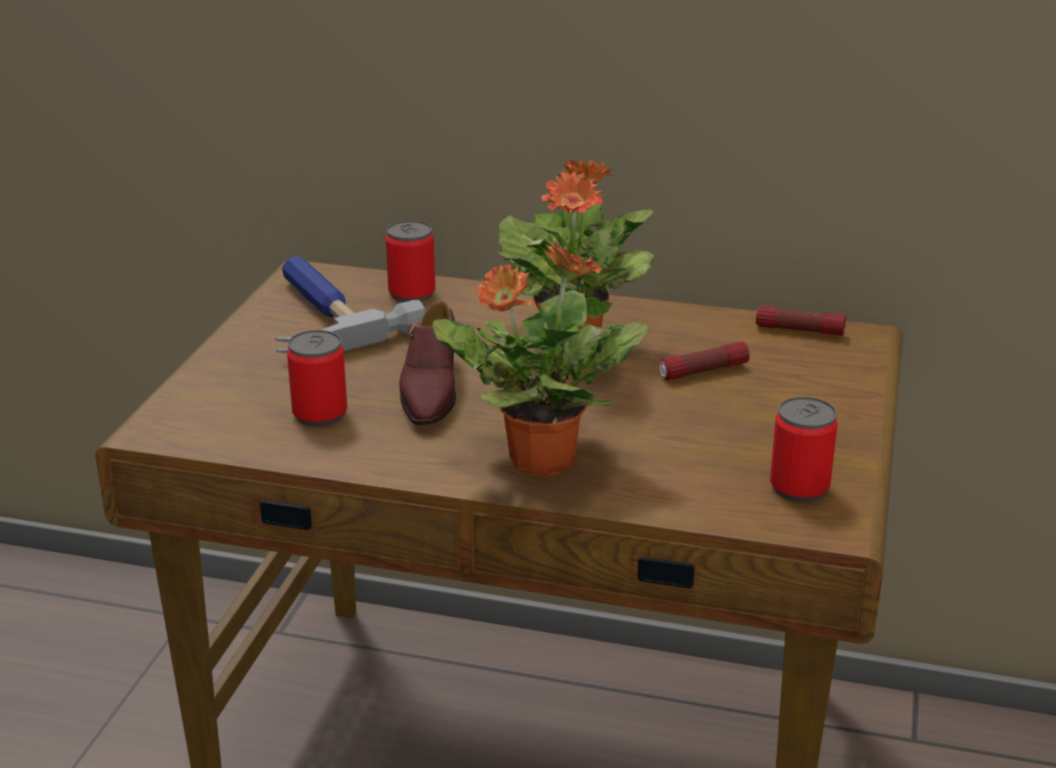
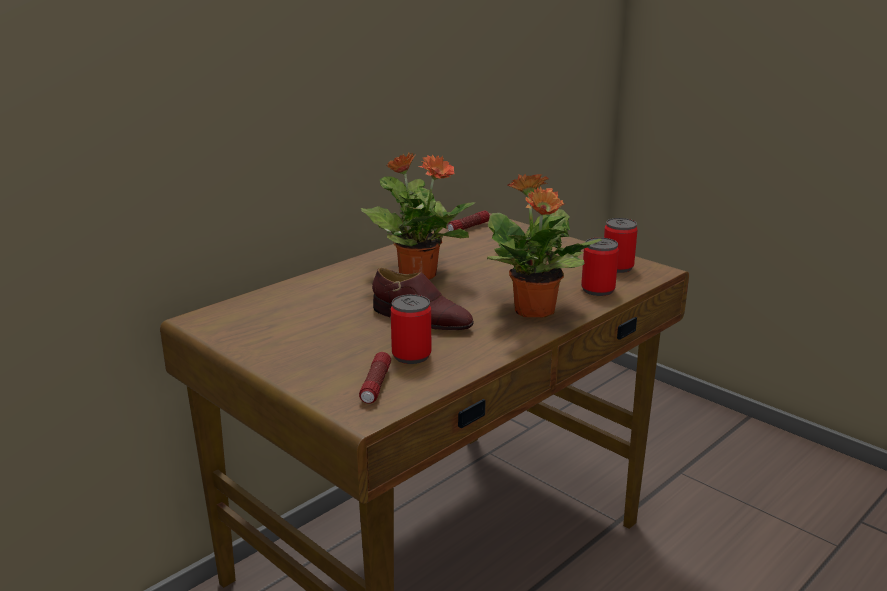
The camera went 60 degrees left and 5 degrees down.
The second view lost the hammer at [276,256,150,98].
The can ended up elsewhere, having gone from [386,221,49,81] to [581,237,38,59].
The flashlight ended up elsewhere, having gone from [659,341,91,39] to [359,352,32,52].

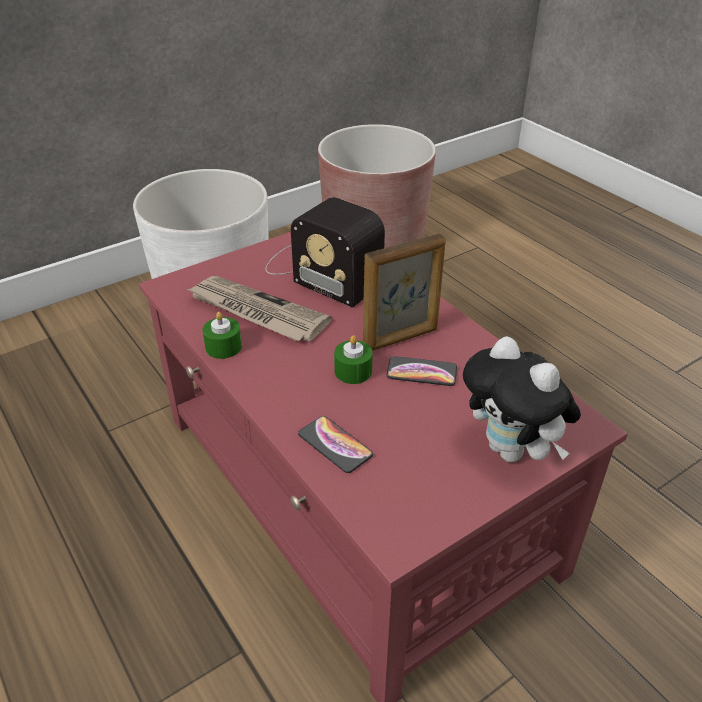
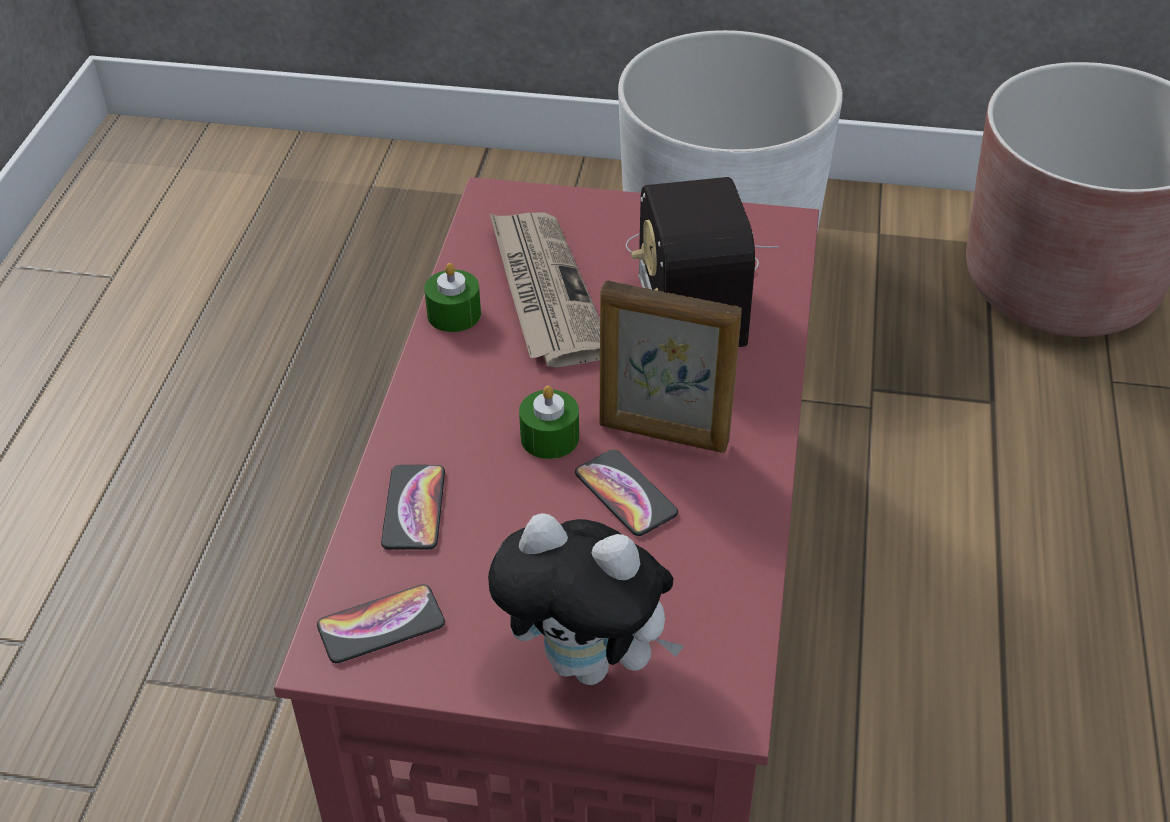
The camera went 45 degrees right and 5 degrees up.
The second view gained the phone at [317,584,128,79].
The plush toy at [463,336,118,126] ended up facing another way, 75 degrees counterclockwise from before.

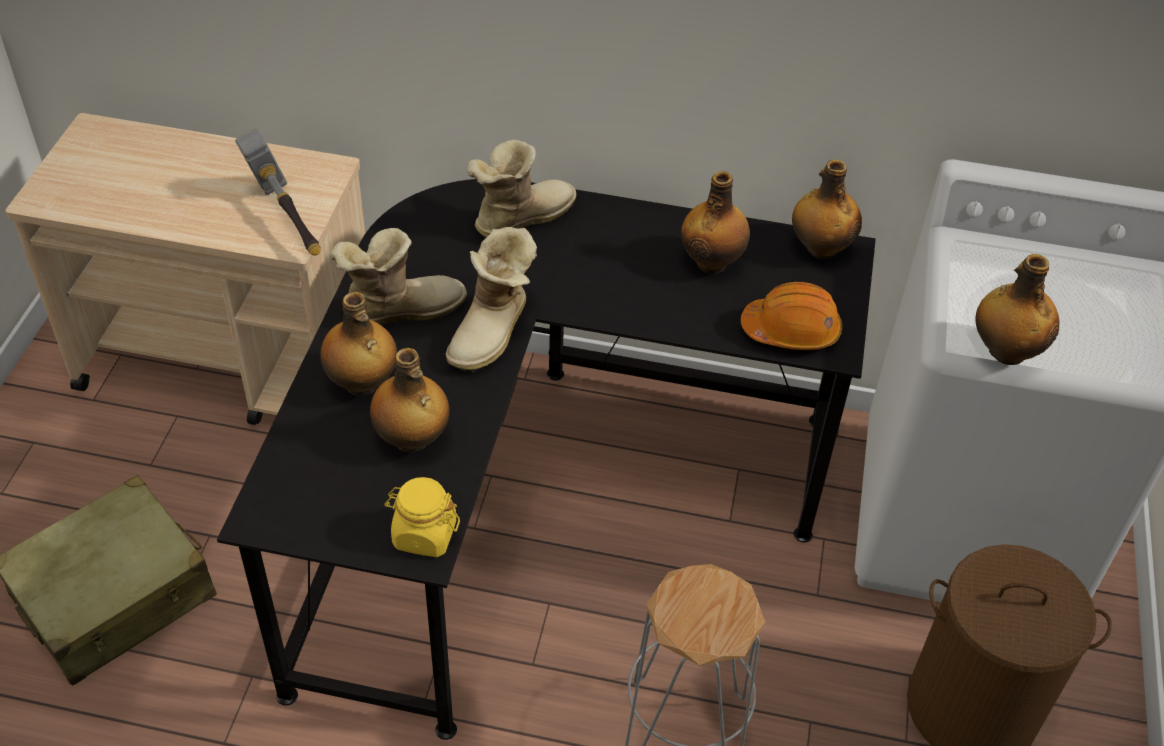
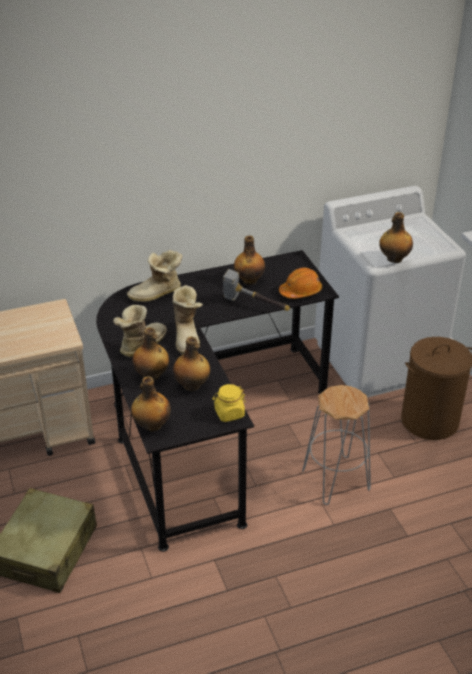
The camera went 30 degrees left and 10 degrees down.
The hammer ended up elsewhere, having gone from [235,129,86,127] to [223,269,67,42].
The bottle ended up elsewhere, having gone from [792,159,70,100] to [131,377,40,55].
The boot at [467,140,110,97] ended up facing another way, 135 degrees counterclockwise from before.

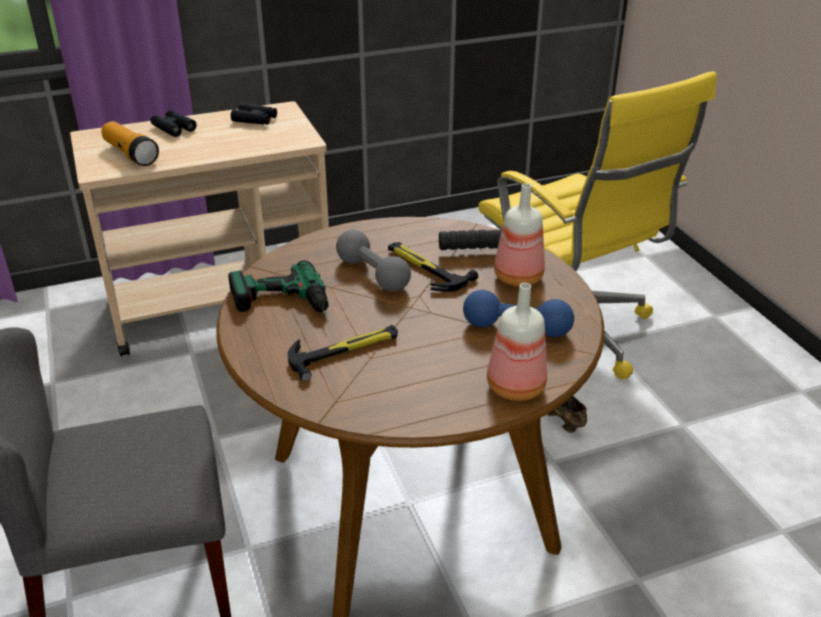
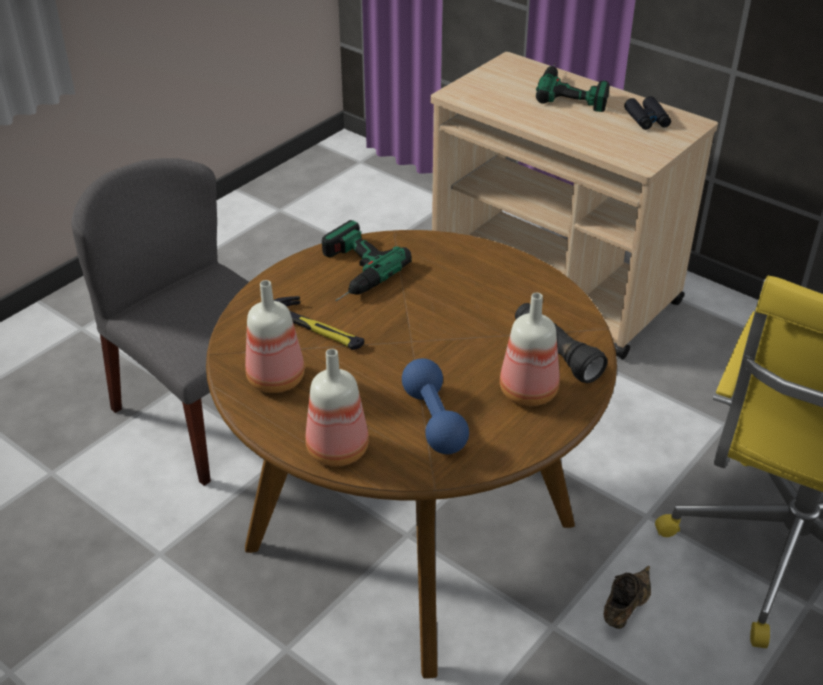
The camera went 60 degrees right and 5 degrees up.
The second view lost the flashlight at [101,121,58,45].
The second view lost the grey dumbbell at [336,230,75,62].
The second view lost the hammer at [388,242,90,50].
The second view gained the bottle at [245,280,60,113].
Where the black binoculars stood at [151,110,46,27], the power drill came to stand at [536,62,74,50].

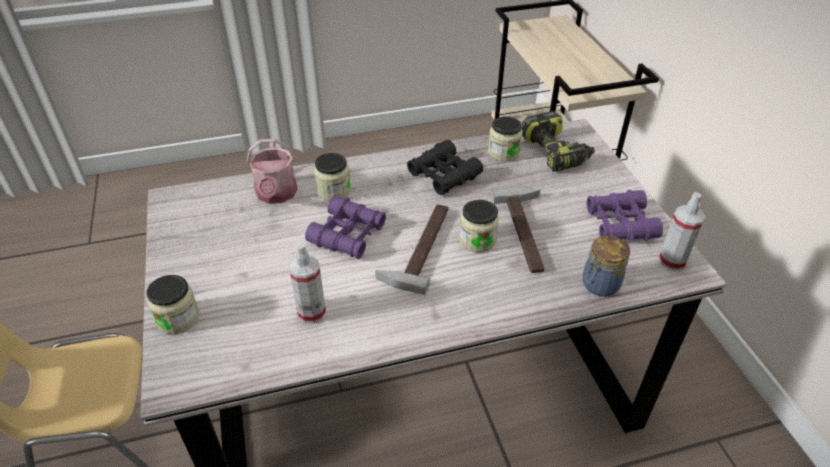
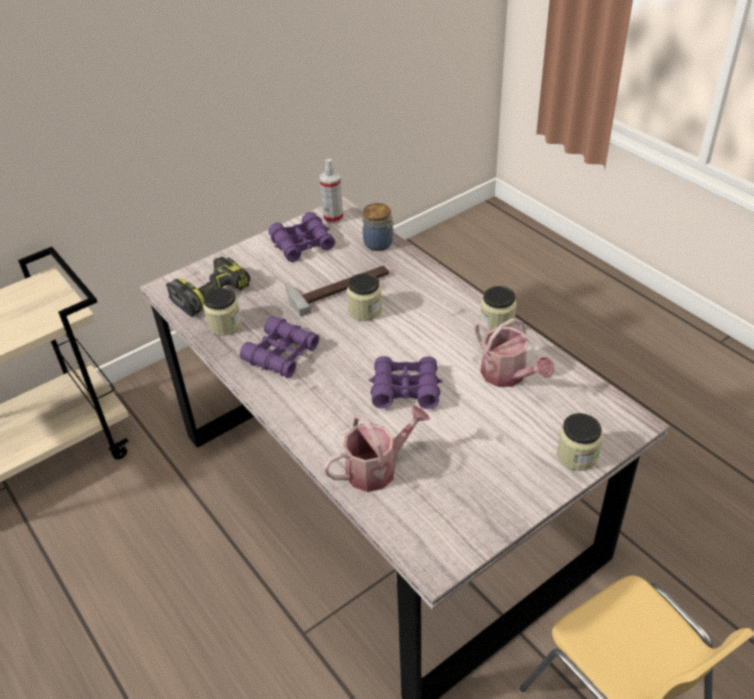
The camera went 110 degrees left and 0 degrees up.
The second view lost the hammer at [375,204,73,91].
The jar ended up elsewhere, having gone from [314,153,37,48] to [480,286,37,46].
Where the spray bottle stood at [289,242,37,81], the watering can came to stand at [475,318,79,69].
What was the black binoculars at [407,140,76,55] turned into the purple binoculars at [240,316,79,62].

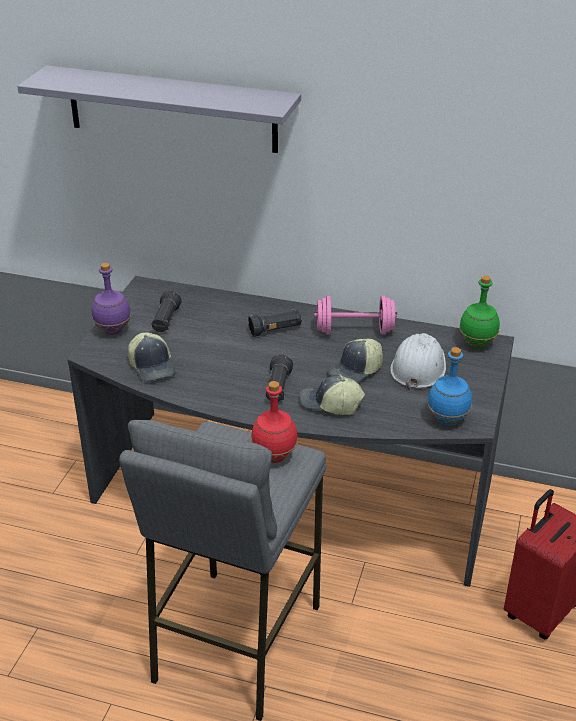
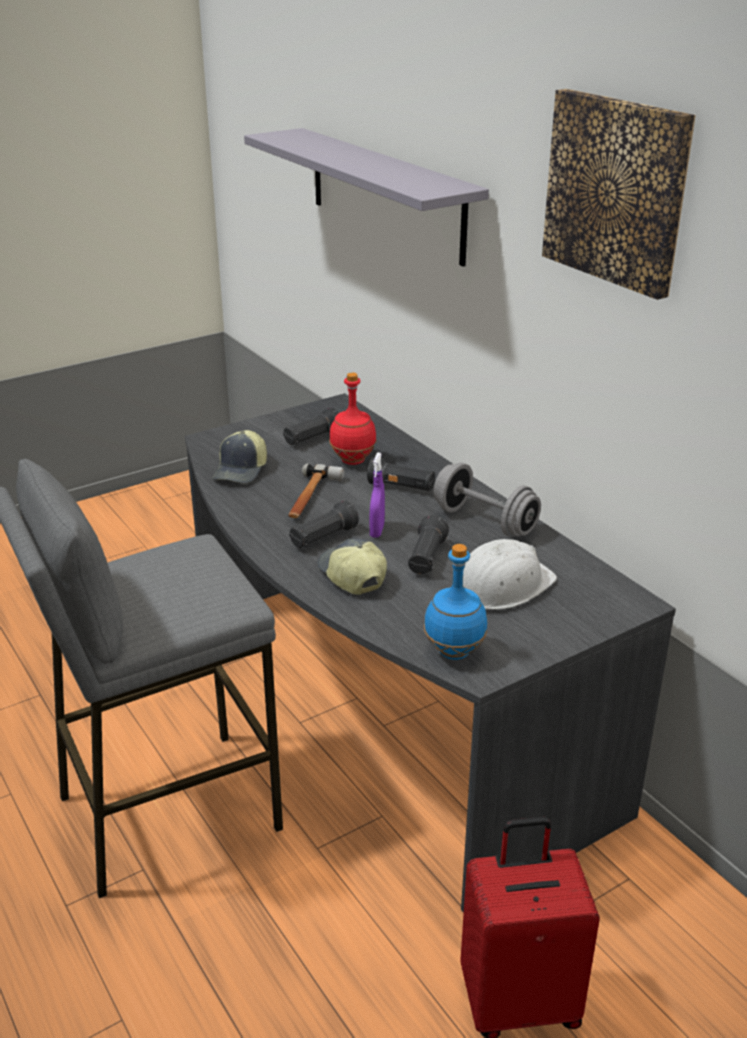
The camera went 40 degrees right and 5 degrees down.
The second view lost the purple bottle at [91,263,40,72].
The second view lost the green bottle at [459,276,41,73].
The second view gained the hammer at [288,463,56,55].
The second view gained the purple spray bottle at [370,452,15,86].
The second view gained the picture at [542,89,154,211].
The red bottle ended up elsewhere, having gone from [251,381,47,82] to [329,372,48,93].
Where the cap stood at [327,338,56,45], the black flashlight came to stand at [408,515,41,59].
What was the pink dumbbell at [314,296,83,38] turned into the grey dumbbell at [434,463,107,74].

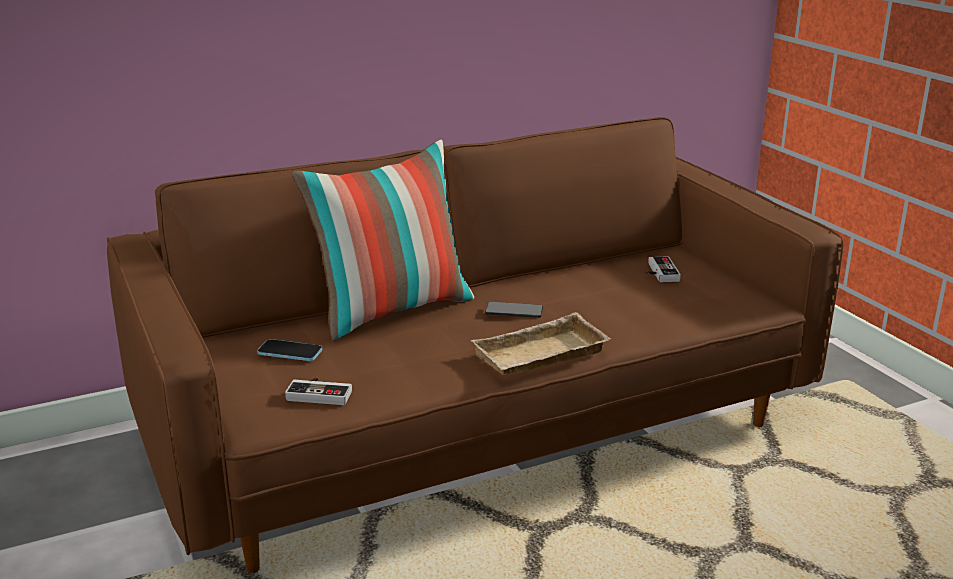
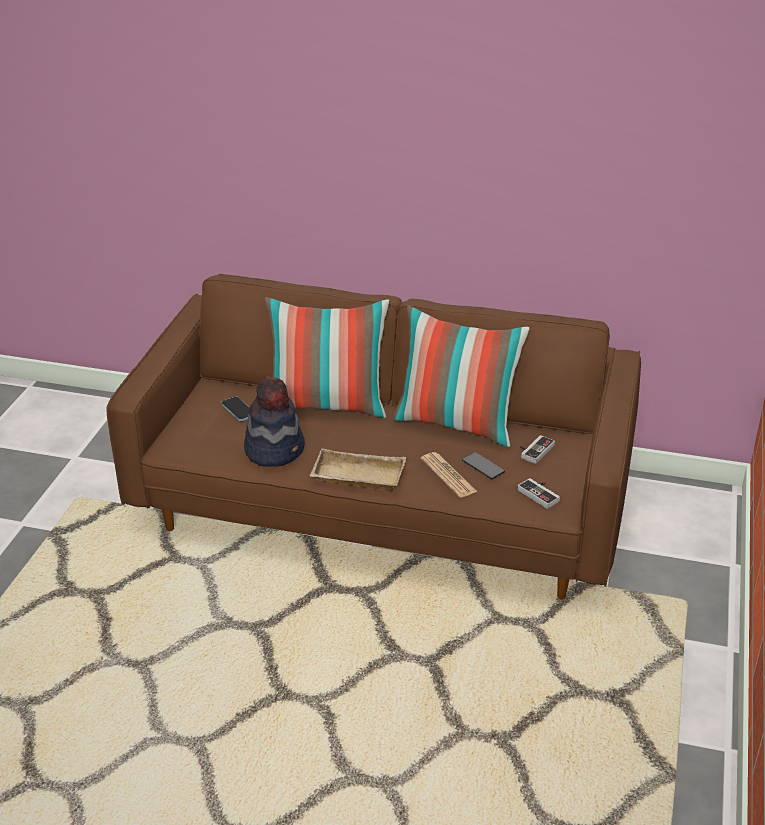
The camera went 40 degrees right and 10 degrees up.
The second view gained the hat at [244,377,61,90].
The second view gained the pillow at [393,305,137,142].
The second view gained the newspaper at [421,452,56,46].
The game controller ended up elsewhere, having gone from [285,378,67,27] to [518,478,42,31].
The phone ended up elsewhere, having gone from [485,302,58,16] to [462,452,43,27].

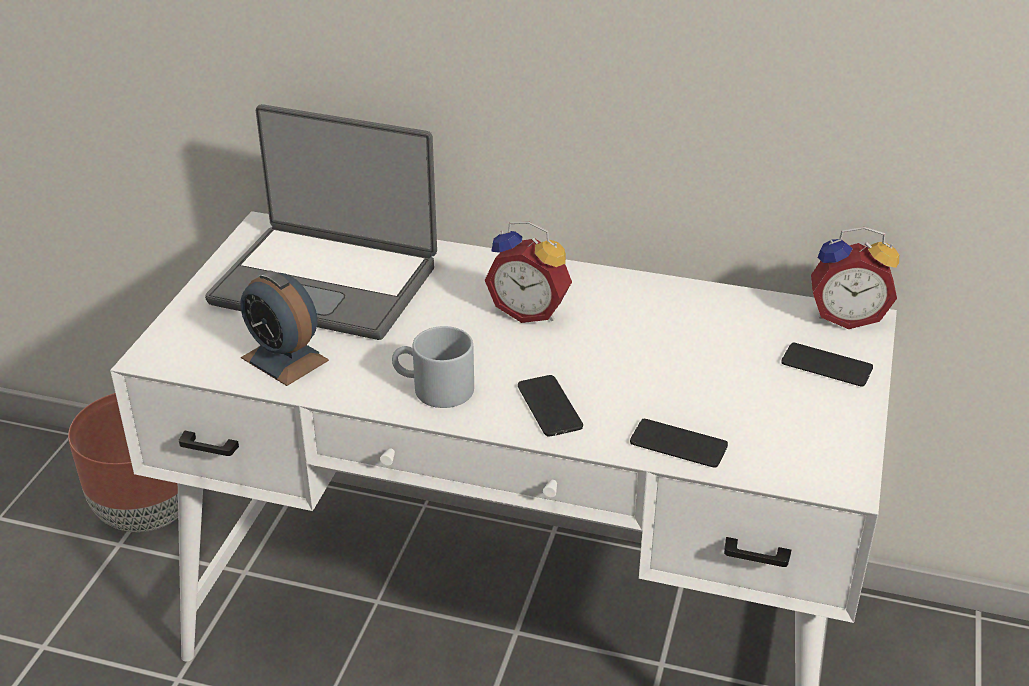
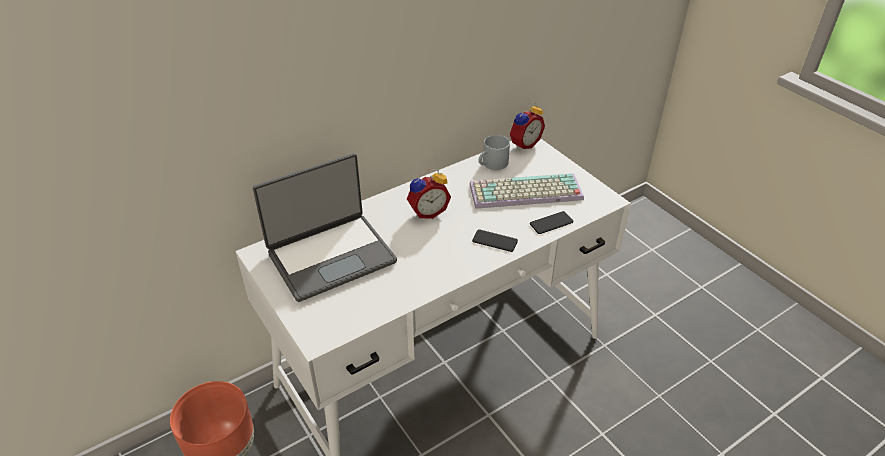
The camera went 50 degrees left and 5 degrees up.
The second view lost the alarm clock at [240,270,89,116].
The second view lost the phone at [781,342,92,45].
The second view gained the keyboard at [469,173,115,36].
The grey mug ended up elsewhere, having gone from [392,326,82,82] to [479,135,31,35].

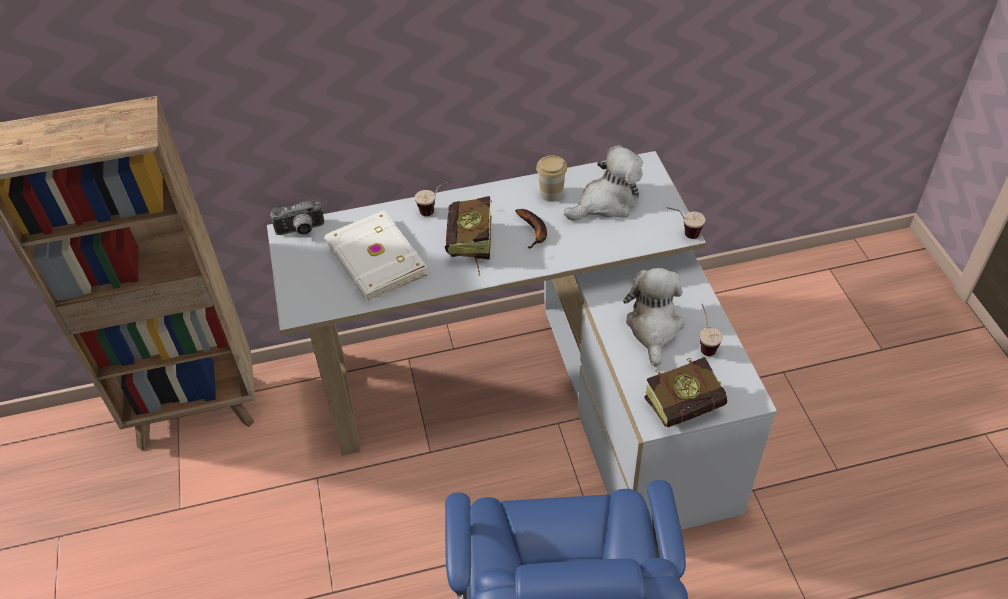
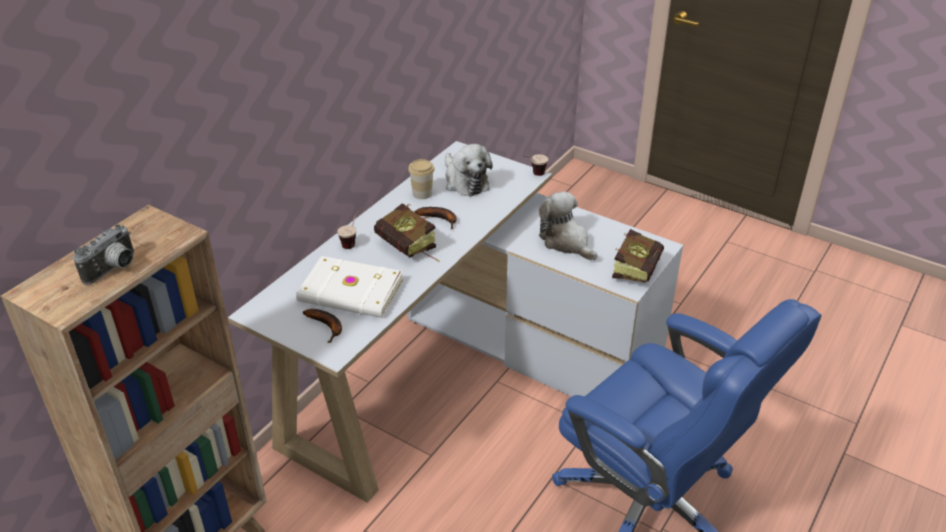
The camera went 45 degrees left and 10 degrees down.
The second view lost the cup at [699,304,24,52].
The second view gained the banana at [302,309,40,34].
The photo camera ended up elsewhere, having gone from [270,201,54,34] to [73,224,61,61].
The plush toy at [564,145,79,76] ended up facing another way, 135 degrees clockwise from before.

